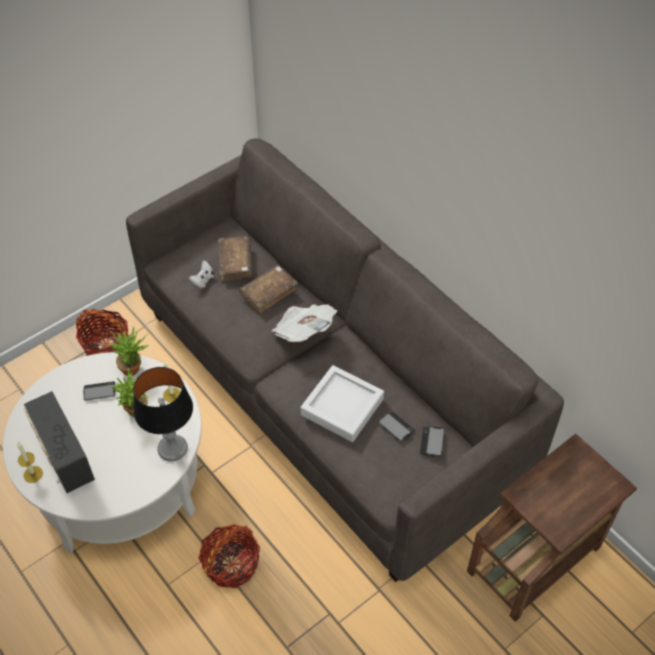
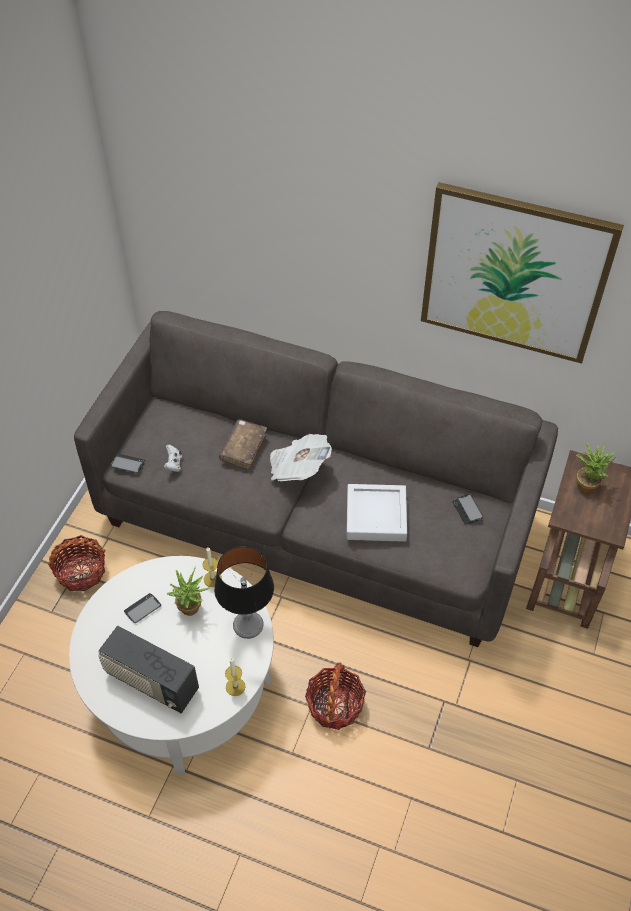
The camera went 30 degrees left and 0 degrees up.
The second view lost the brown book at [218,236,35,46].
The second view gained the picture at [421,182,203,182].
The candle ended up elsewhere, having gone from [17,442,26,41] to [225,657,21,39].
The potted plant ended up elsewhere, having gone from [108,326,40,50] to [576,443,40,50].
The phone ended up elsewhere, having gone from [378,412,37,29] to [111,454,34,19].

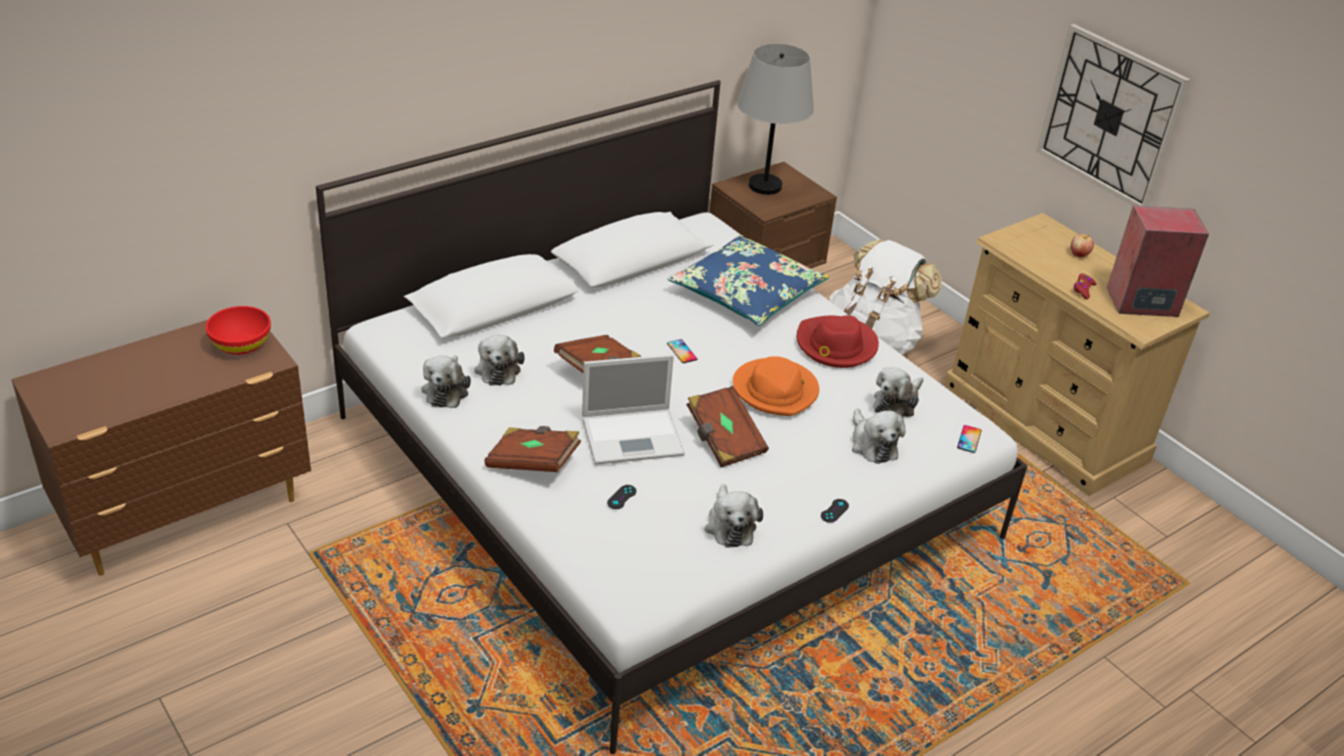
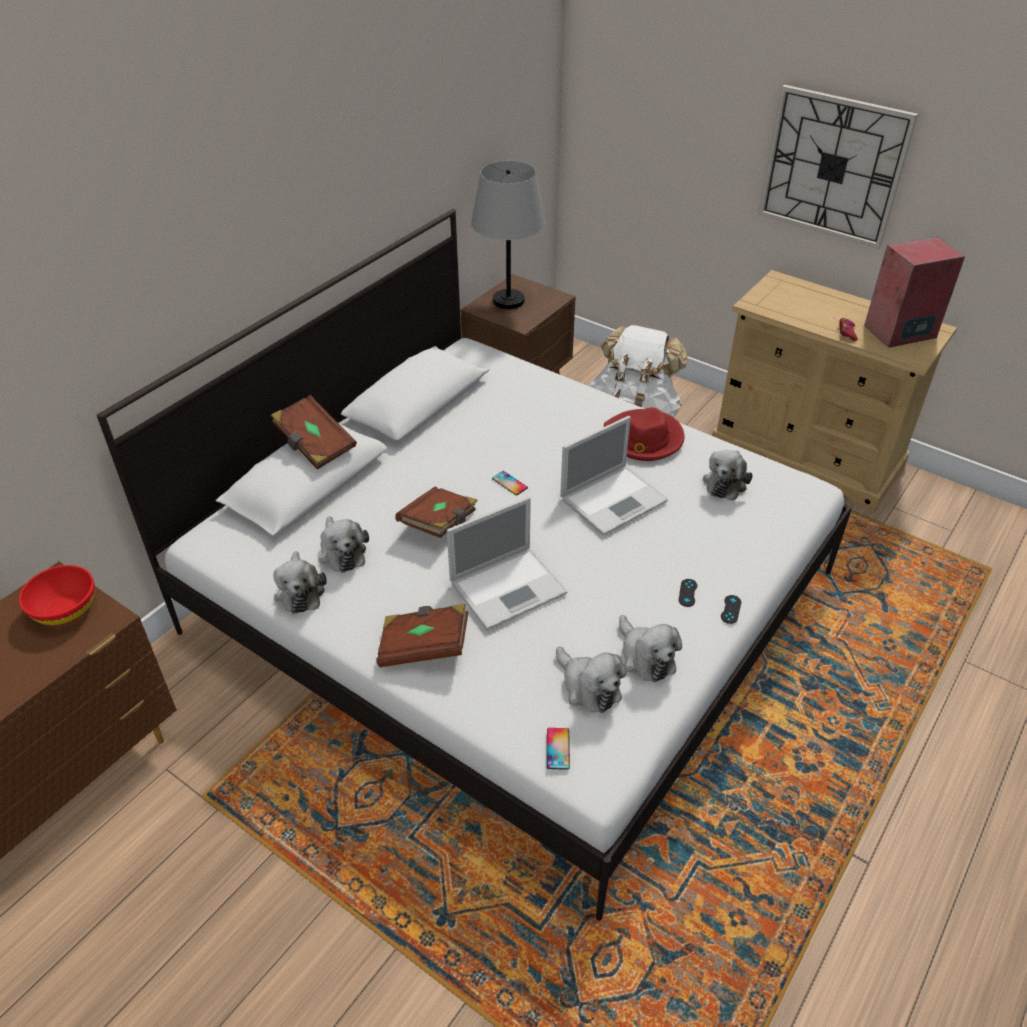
The camera went 15 degrees left and 5 degrees up.
The second view lost the blue pillow at [667,234,162,92].
The second view lost the apple at [1071,234,23,23].
The black game controller ended up elsewhere, having gone from [607,485,29,24] to [678,579,19,28].
The brown book ended up elsewhere, having gone from [687,386,82,81] to [271,395,86,74].
The plush toy ended up elsewhere, having gone from [852,409,53,55] to [556,647,70,66].
The phone ended up elsewhere, having gone from [957,425,25,28] to [547,728,23,42].
Where the orange hat stood at [733,356,86,60], the laptop came to stand at [560,416,108,120].

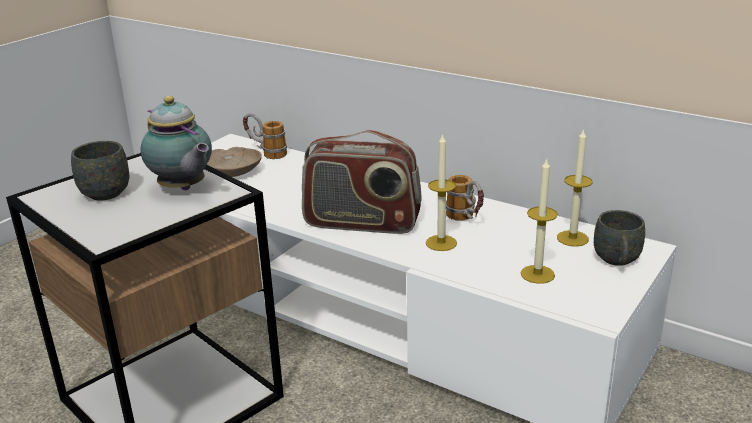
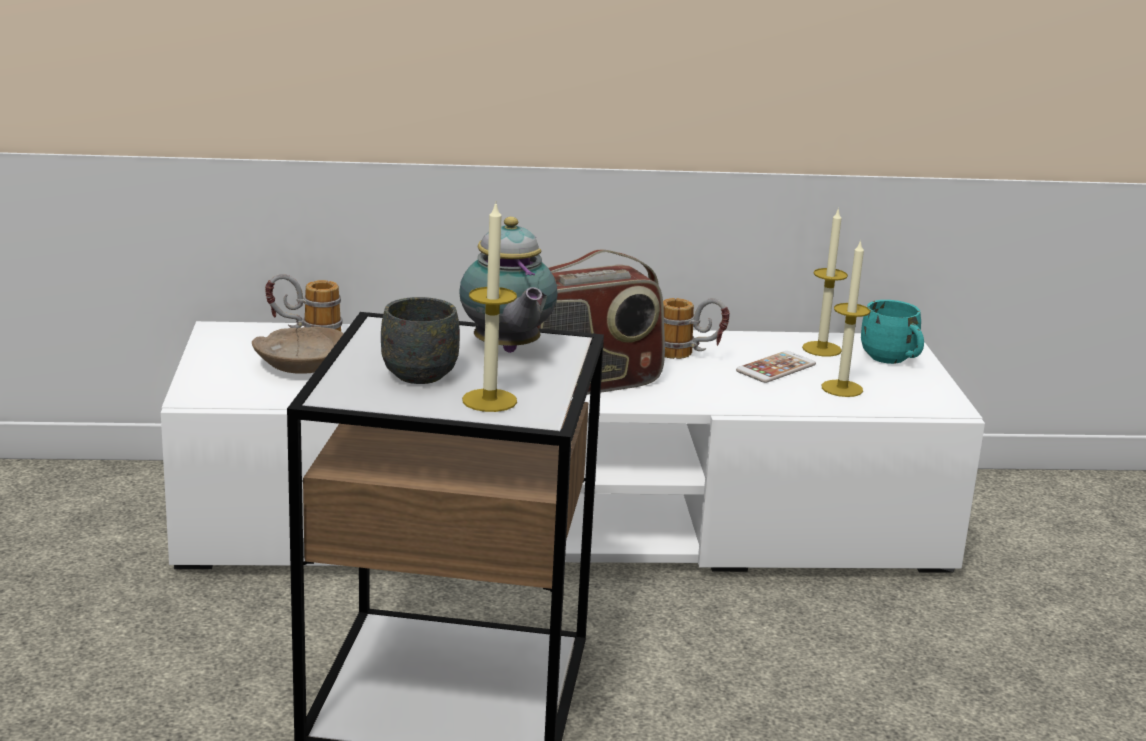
The camera went 40 degrees left and 5 degrees down.
The second view gained the phone at [736,351,80,32].
The candle ended up elsewhere, having gone from [426,133,31,118] to [462,202,55,210].
What was the grey mug at [594,210,51,56] turned into the turquoise mug at [861,300,63,64].
The teapot at [141,96,71,95] ended up facing another way, 60 degrees clockwise from before.

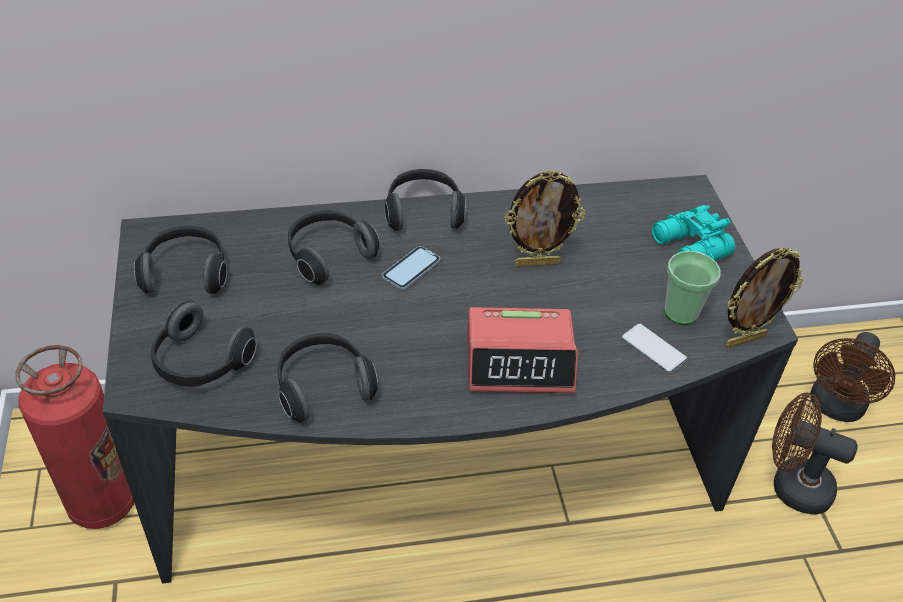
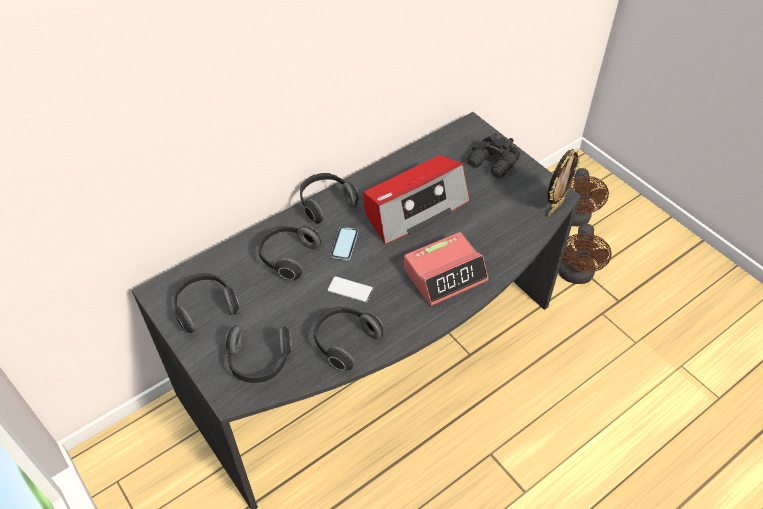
The camera went 25 degrees left and 5 degrees up.
The second view lost the fire extinguisher at [15,345,119,184].
The second view lost the cup at [664,251,57,74].
The phone ended up elsewhere, having gone from [621,323,67,50] to [327,276,46,26].
Where the picture frame stood at [505,170,80,96], the radio came to stand at [364,155,106,90].
What was the turquoise binoculars at [652,205,83,56] turned into the black binoculars at [467,134,53,44].
The brown fan at [772,392,86,123] ended up facing another way, 75 degrees counterclockwise from before.

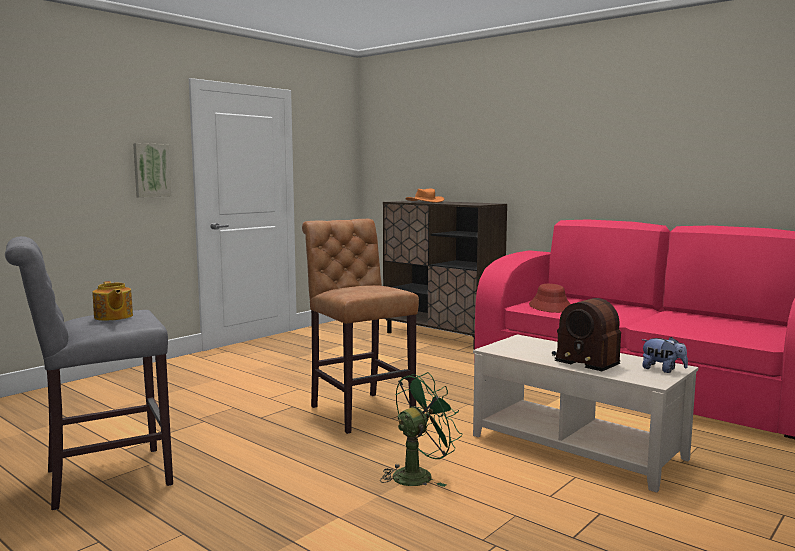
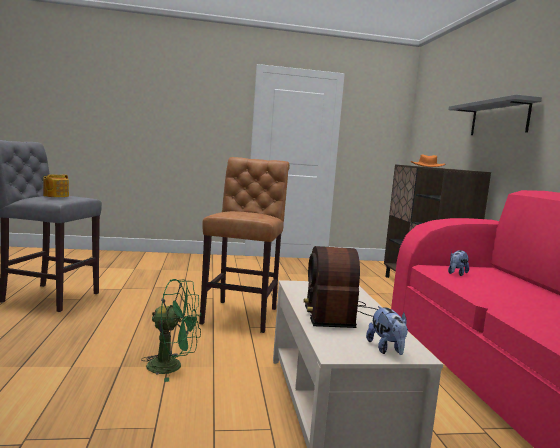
The camera went 40 degrees right and 0 degrees up.
The second view lost the picture at [133,143,39,55].
The second view gained the grey shelf at [449,94,93,41].
Where the red hat stood at [529,284,42,29], the plush toy came to stand at [448,250,21,26].

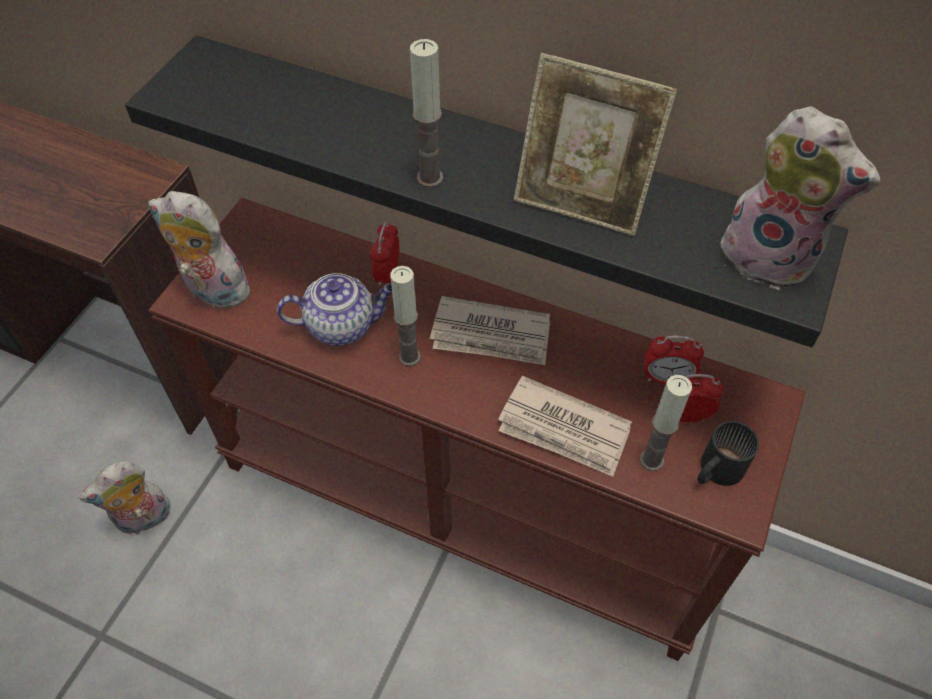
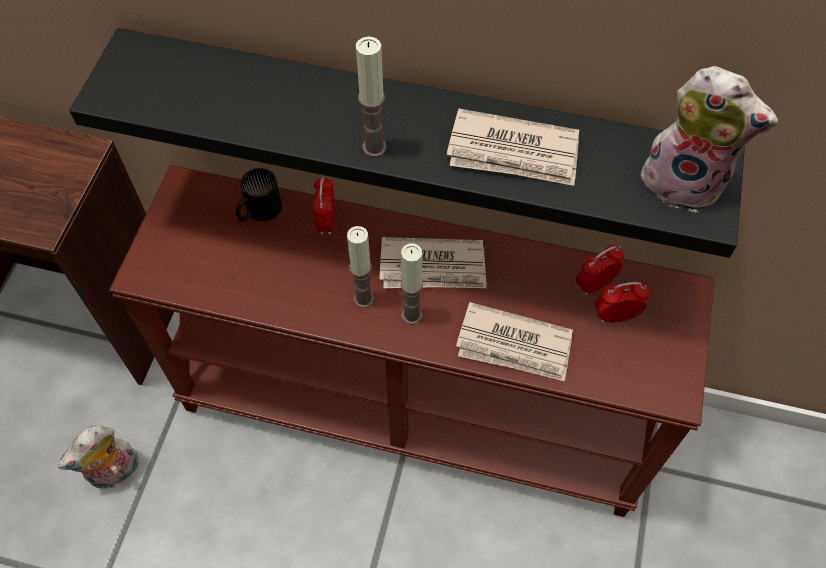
The camera went 10 degrees left and 5 degrees up.
The second view lost the plush toy at [148,191,110,117].
The second view lost the teapot at [276,273,116,73].
The candle ended up elsewhere, having gone from [640,375,52,96] to [400,244,23,81].
The black mug ended up elsewhere, having gone from [697,421,62,65] to [235,168,47,54].
Where the picture frame stood at [514,53,163,183], the newspaper came to stand at [447,109,132,77].
The alarm clock at [644,335,60,49] ended up facing another way, 150 degrees clockwise from before.

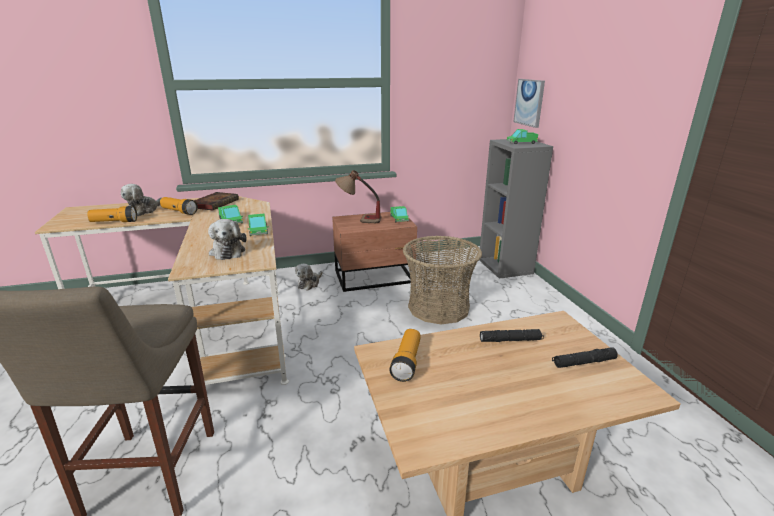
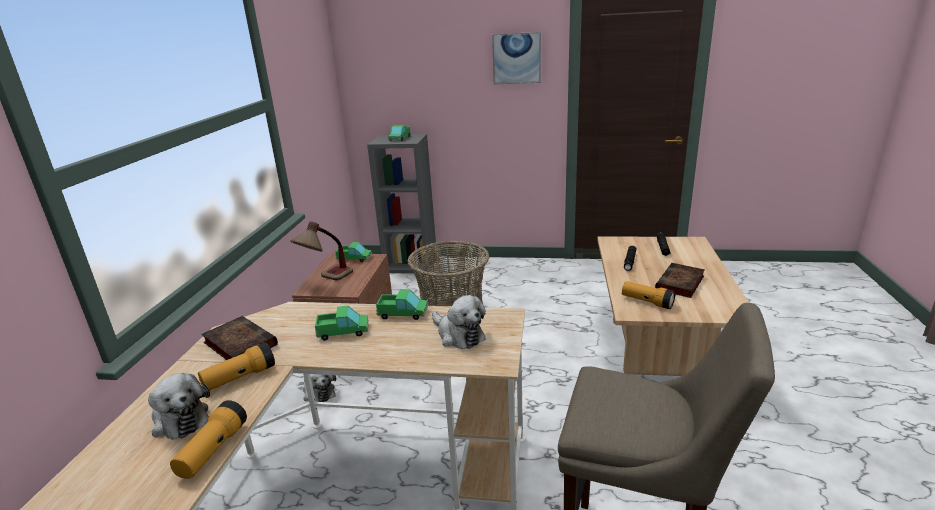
The camera went 65 degrees left and 0 degrees up.
The second view gained the book at [655,263,50,35].
The picture ended up elsewhere, having gone from [513,79,32,49] to [492,32,49,52].
The plush toy at [208,219,39,41] ended up facing another way, 45 degrees clockwise from before.

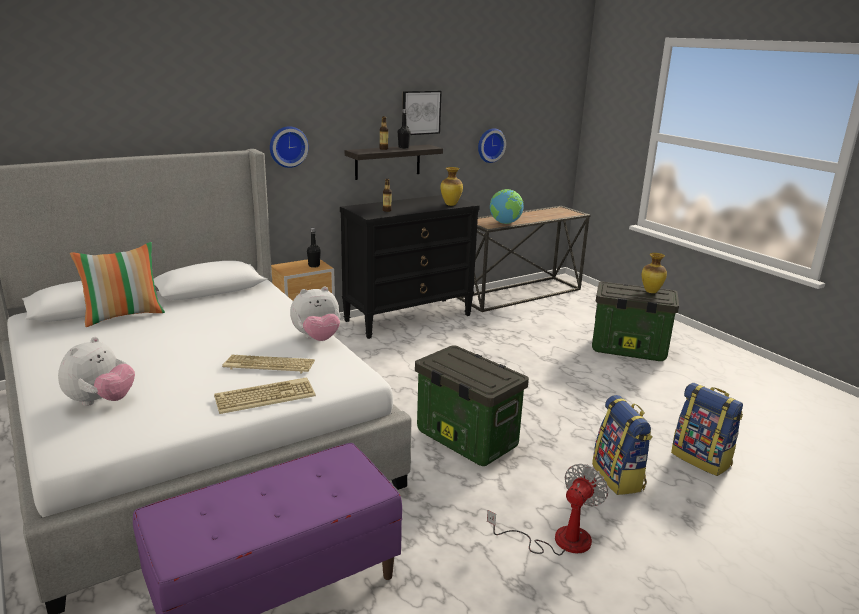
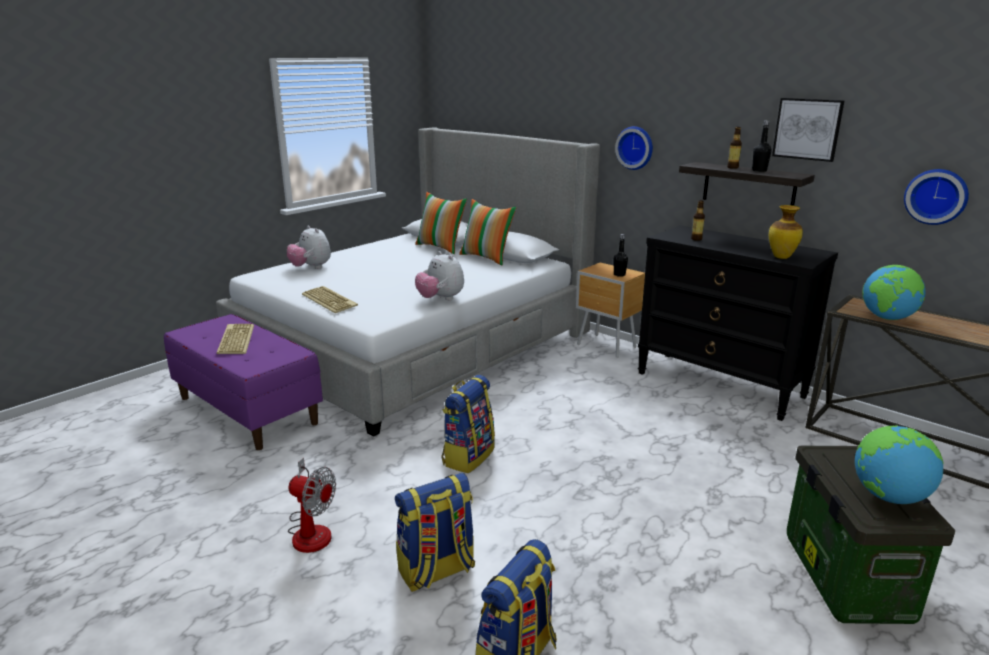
The camera went 75 degrees right and 0 degrees up.
The second view gained the pillow at [459,199,58,66].
The keyboard ended up elsewhere, having gone from [222,355,93,19] to [217,324,37,30].
Where the storage box stood at [415,345,114,121], the backpack came to stand at [441,375,54,98].
Where the vase stood at [642,253,25,40], the globe came to stand at [855,425,89,79].
The plush toy at [58,337,77,69] ended up facing another way, 45 degrees clockwise from before.

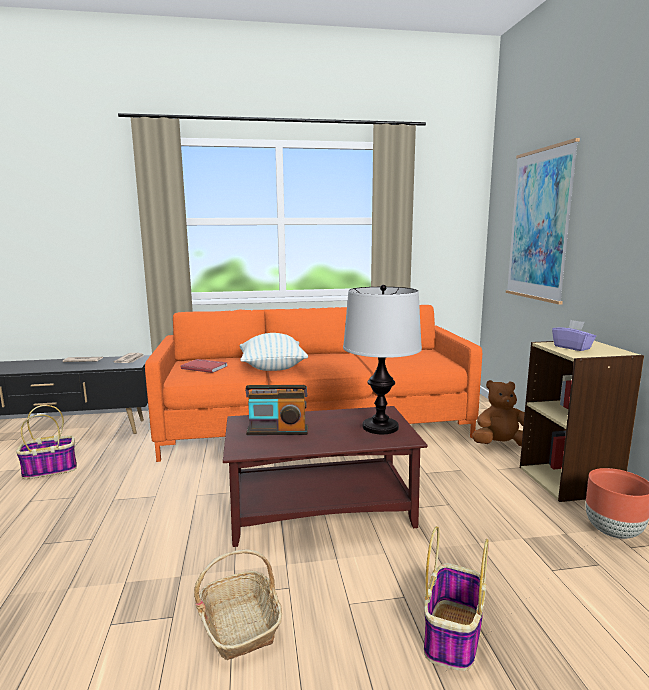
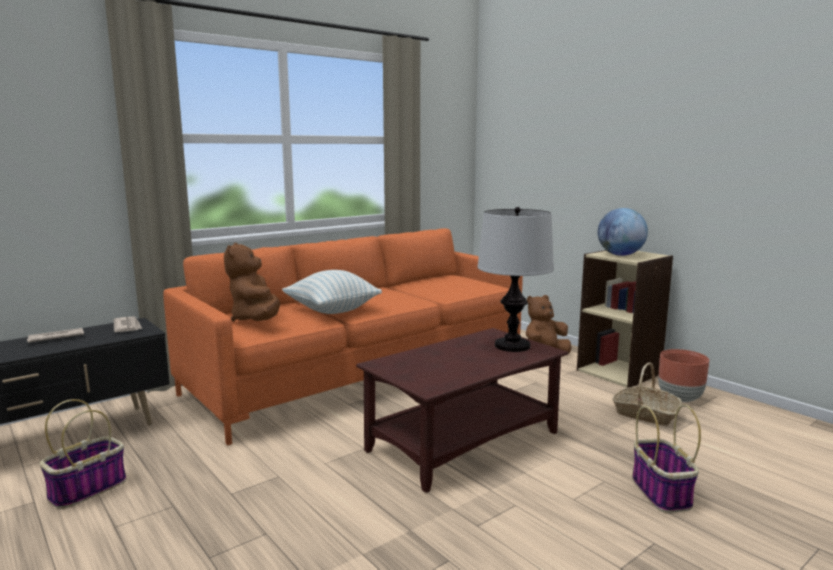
The camera went 30 degrees left and 0 degrees up.
The second view lost the radio at [245,385,63,50].
The second view lost the picture at [506,138,74,166].
The basket ended up elsewhere, having gone from [194,549,88,111] to [612,363,70,63].
Where the red book stood at [181,359,47,14], the brown plush toy came to stand at [224,243,56,79].
Where the purple tissue box stood at [552,320,44,31], the globe came to stand at [598,208,50,48].

